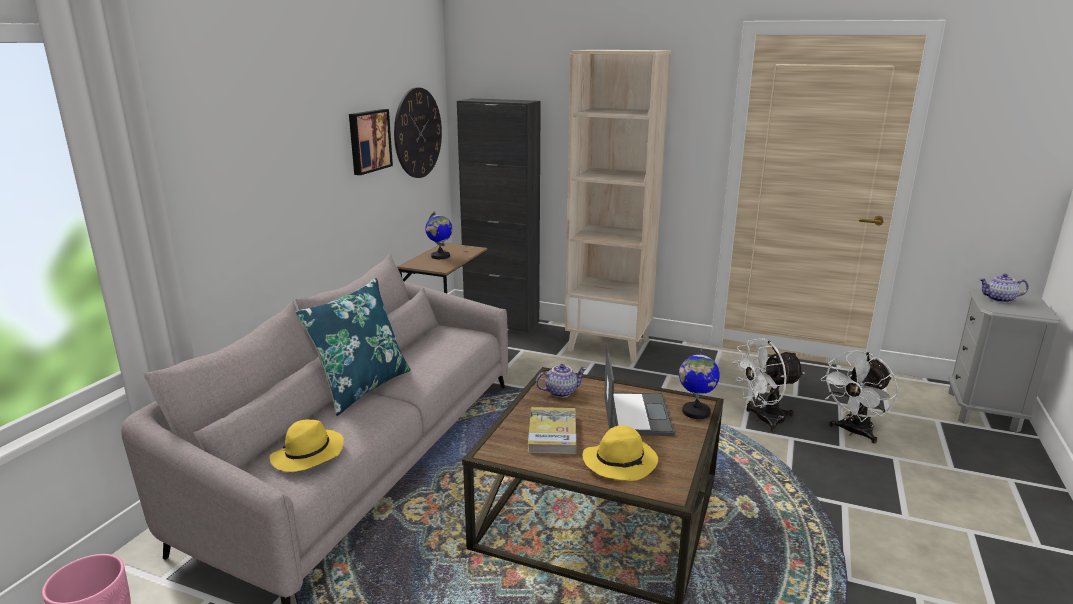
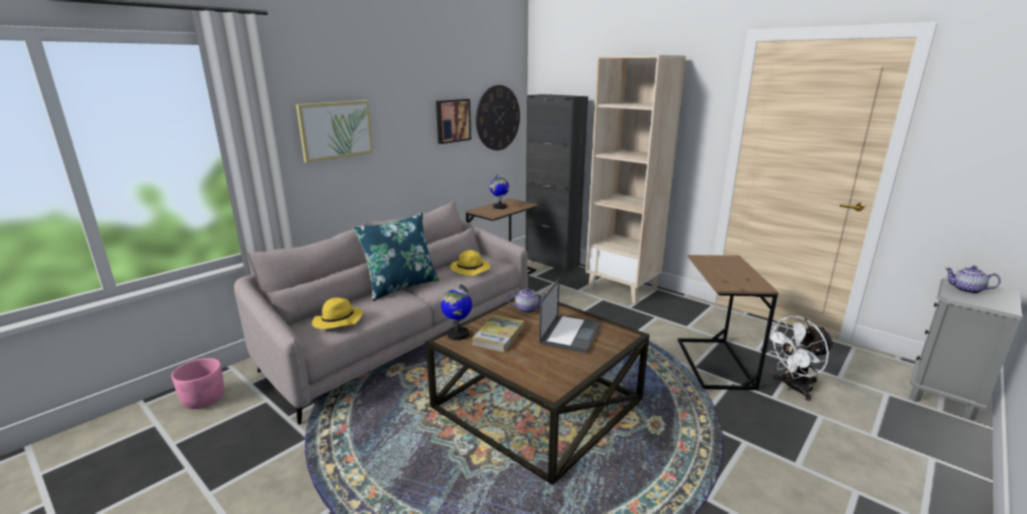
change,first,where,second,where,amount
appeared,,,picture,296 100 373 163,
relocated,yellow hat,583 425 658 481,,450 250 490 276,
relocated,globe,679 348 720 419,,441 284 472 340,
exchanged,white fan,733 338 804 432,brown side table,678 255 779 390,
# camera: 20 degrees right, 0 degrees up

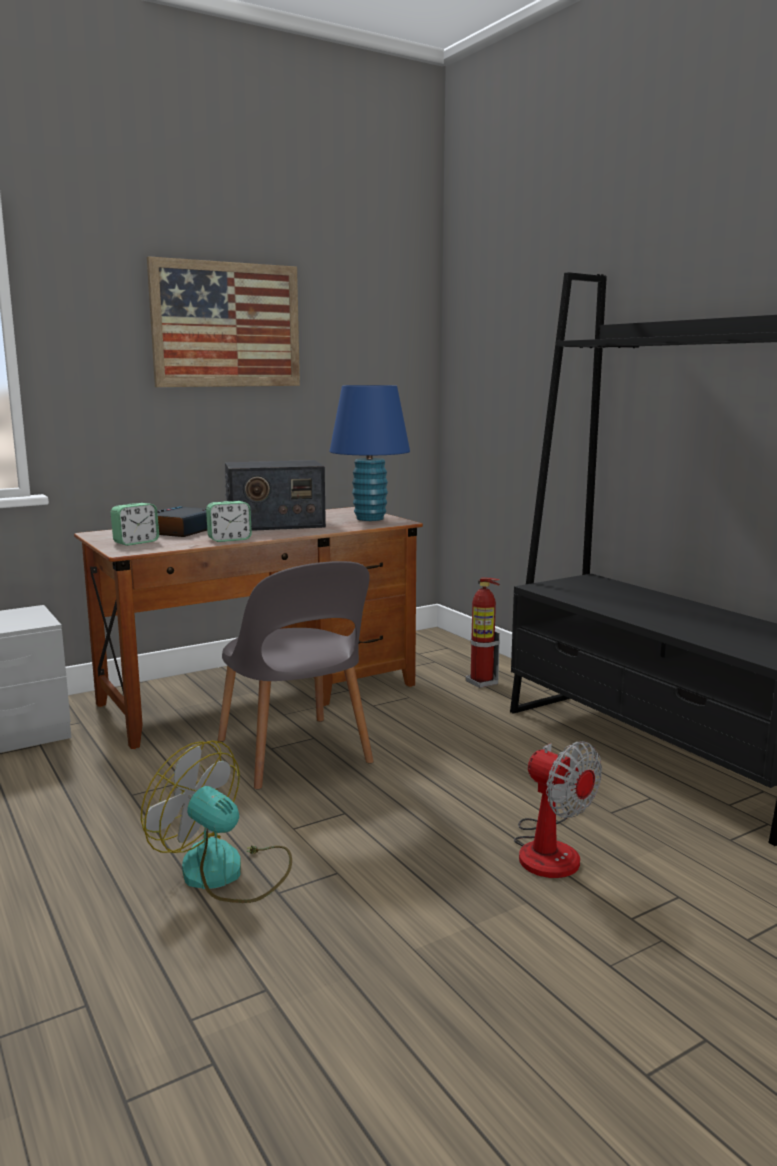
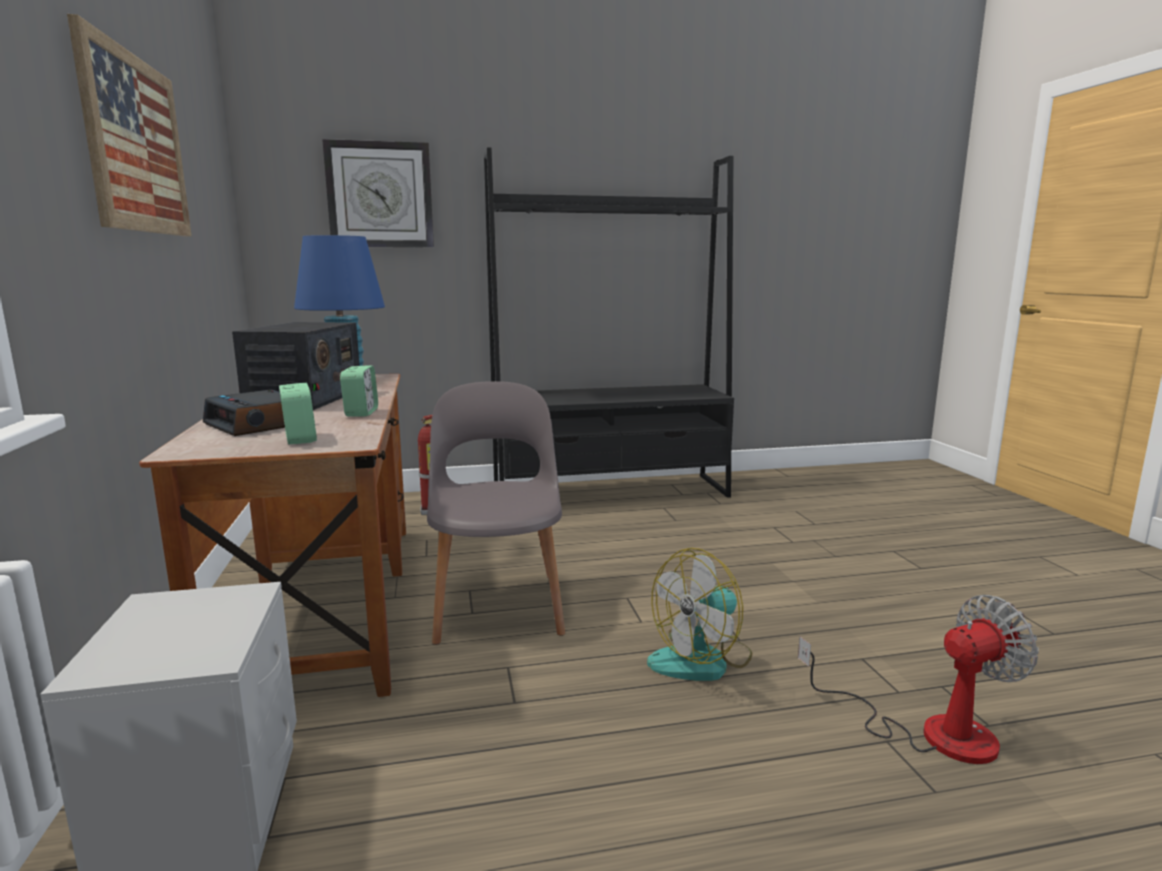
change,first,where,second,where,amount
appeared,,,wall clock,322 139 434 247,
relocated,fan,514 741 602 878,,798 595 1039 764,
spun,grey chair,218 561 374 789,,427 381 565 645,90 degrees counterclockwise
# camera: 70 degrees left, 0 degrees up

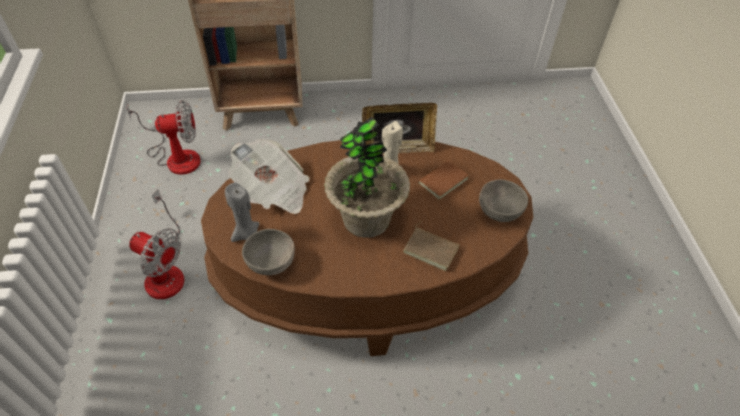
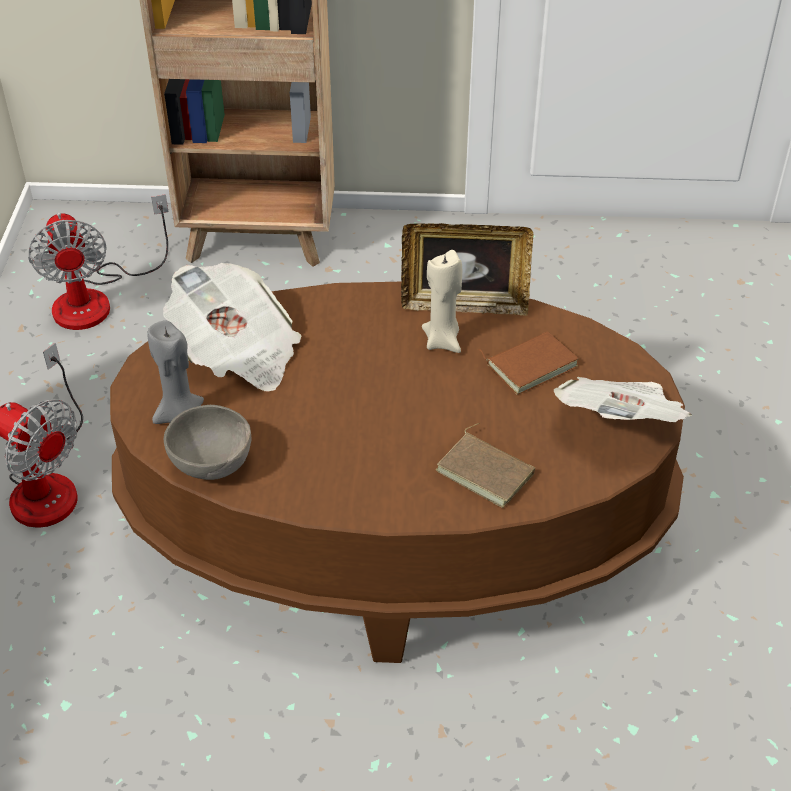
change,first,where,second,where,amount
missing,potted plant,324 117 410 238,,,
exchanged,grey bowl,479 179 528 222,newspaper,554 377 692 422,
spun,fan,127 100 201 175,,28 194 169 330,75 degrees clockwise
# camera: 10 degrees right, 5 degrees down

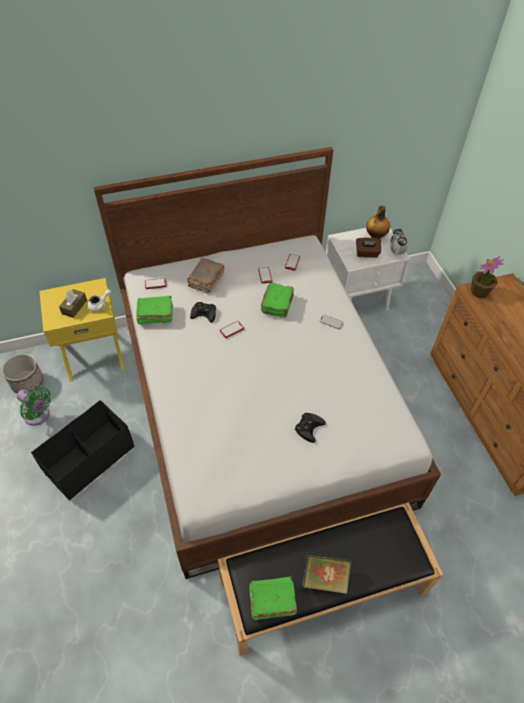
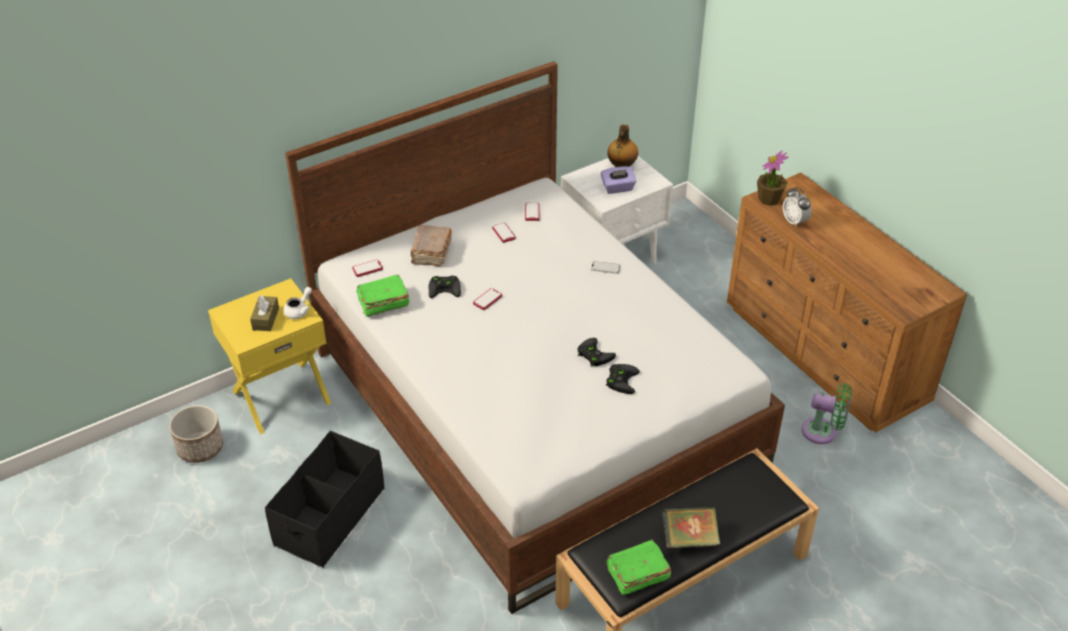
change,first,where,second,where,amount
missing,green book,261 283 294 317,,,
appeared,,,black game controller,577 338 616 367,
relocated,green fan,17 387 51 426,,802 383 852 444,
relocated,alarm clock,390 228 408 257,,783 187 812 228,
colour,brown tissue box,356 238 381 258,purple tissue box,601 166 636 194,
# camera: 15 degrees left, 10 degrees down

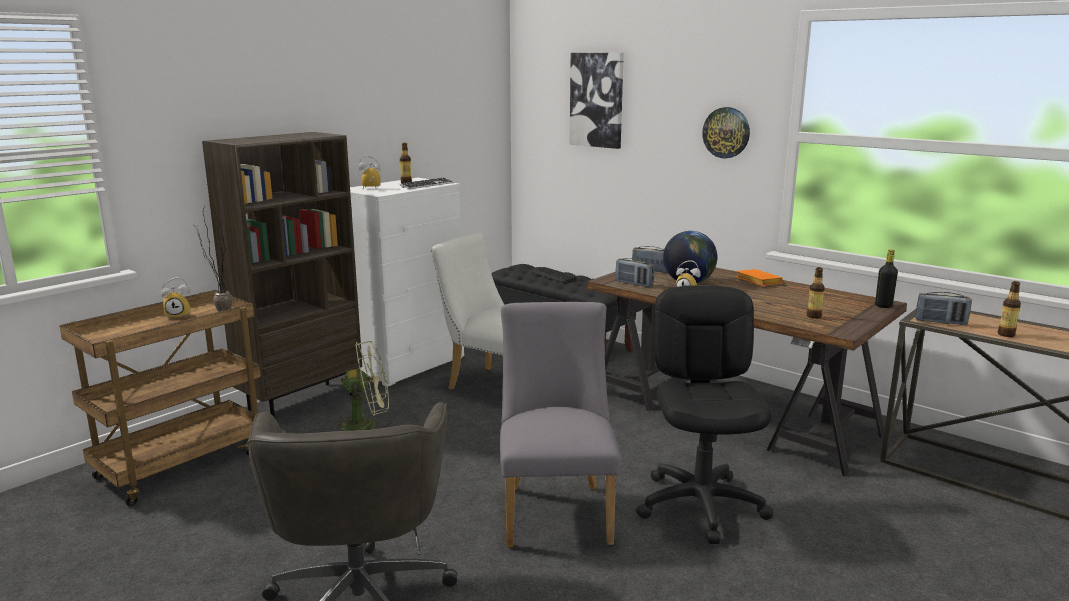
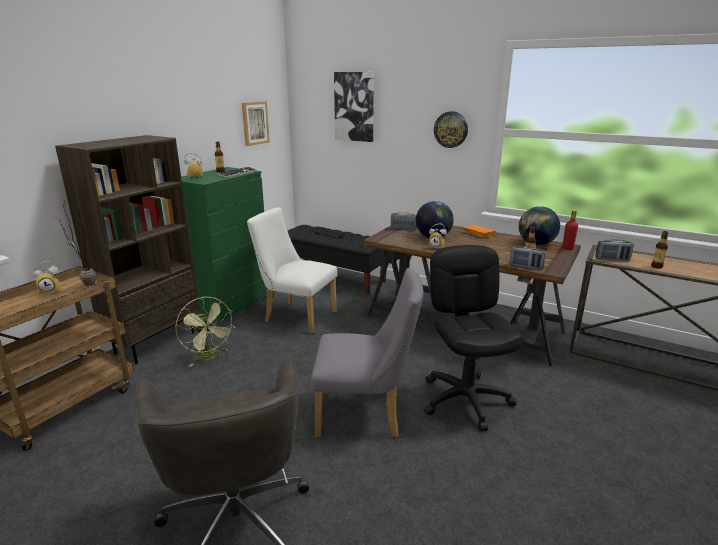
change,first,where,second,where,amount
appeared,,,picture,242 101 270 146,
appeared,,,globe,519 206 560 245,
relocated,radio,615 258 654 287,,509 246 546 270,
colour,white dresser,350 178 464 386,green dresser,181 167 267 323,
colour,black bottle,875 249 898 308,red bottle,562 210 578 250,
spun,green fan,331 341 389 431,,175 297 235 367,75 degrees clockwise
spun,grey chair,500 302 621 548,,311 268 424 437,105 degrees clockwise
# camera: 10 degrees left, 5 degrees up

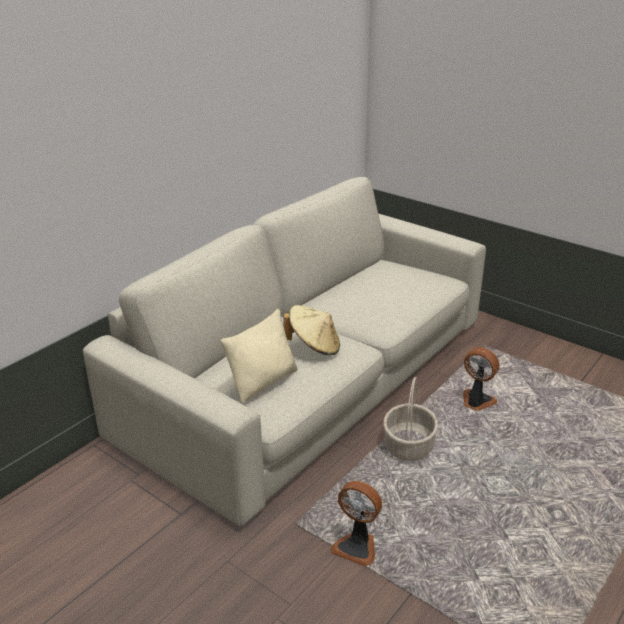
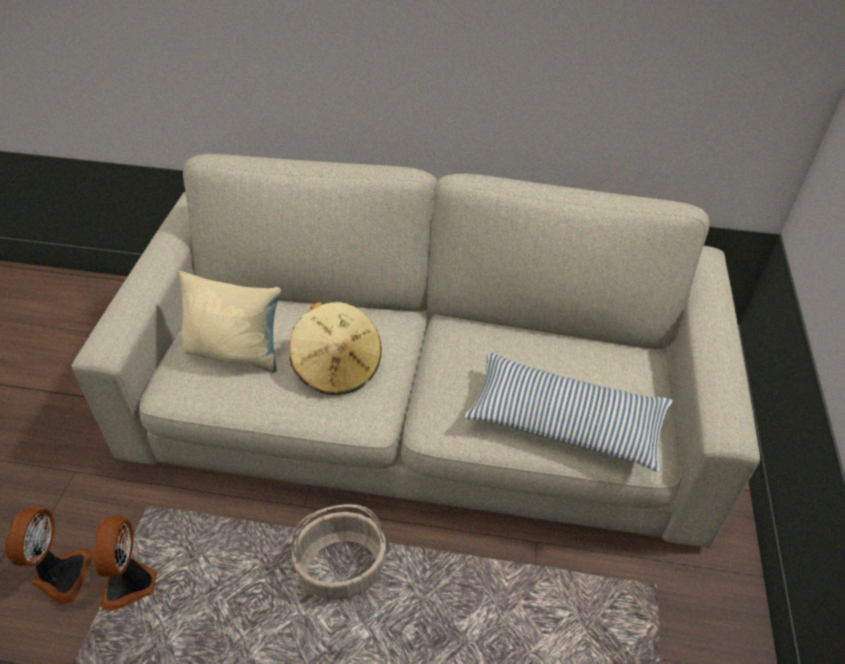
change,first,where,second,where,amount
appeared,,,pillow,464 352 673 472,
relocated,fan,463 347 499 411,,5 507 93 604,
# camera: 60 degrees right, 15 degrees up

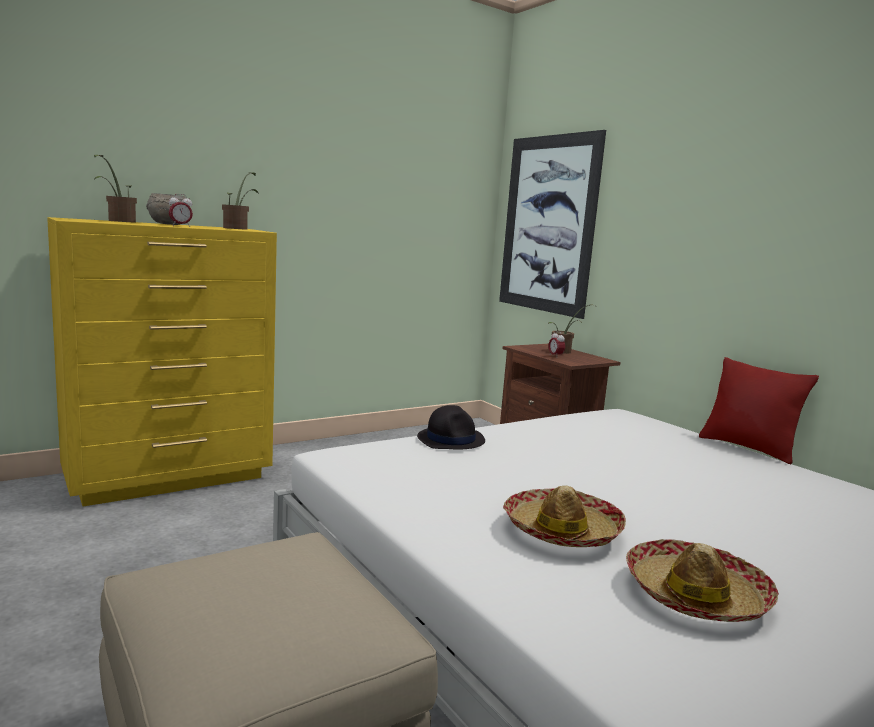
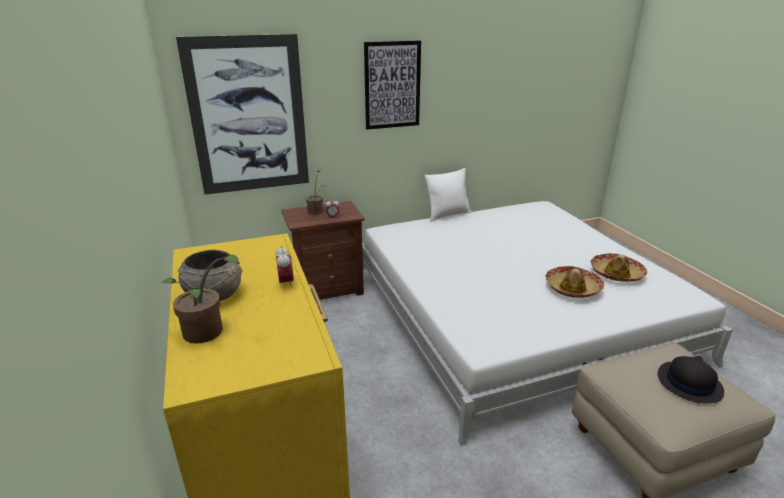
change,first,where,second,where,amount
missing,potted plant,222 172 259 230,,,
appeared,,,picture,364 41 421 130,
relocated,black hat,417 405 485 450,,657 356 724 403,
colour,red pillow,699 357 819 464,white pillow,424 168 471 221,
# camera: 75 degrees left, 15 degrees up

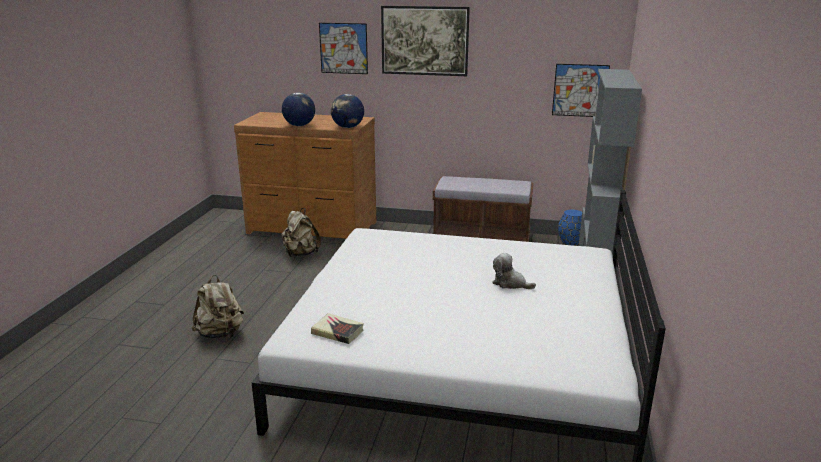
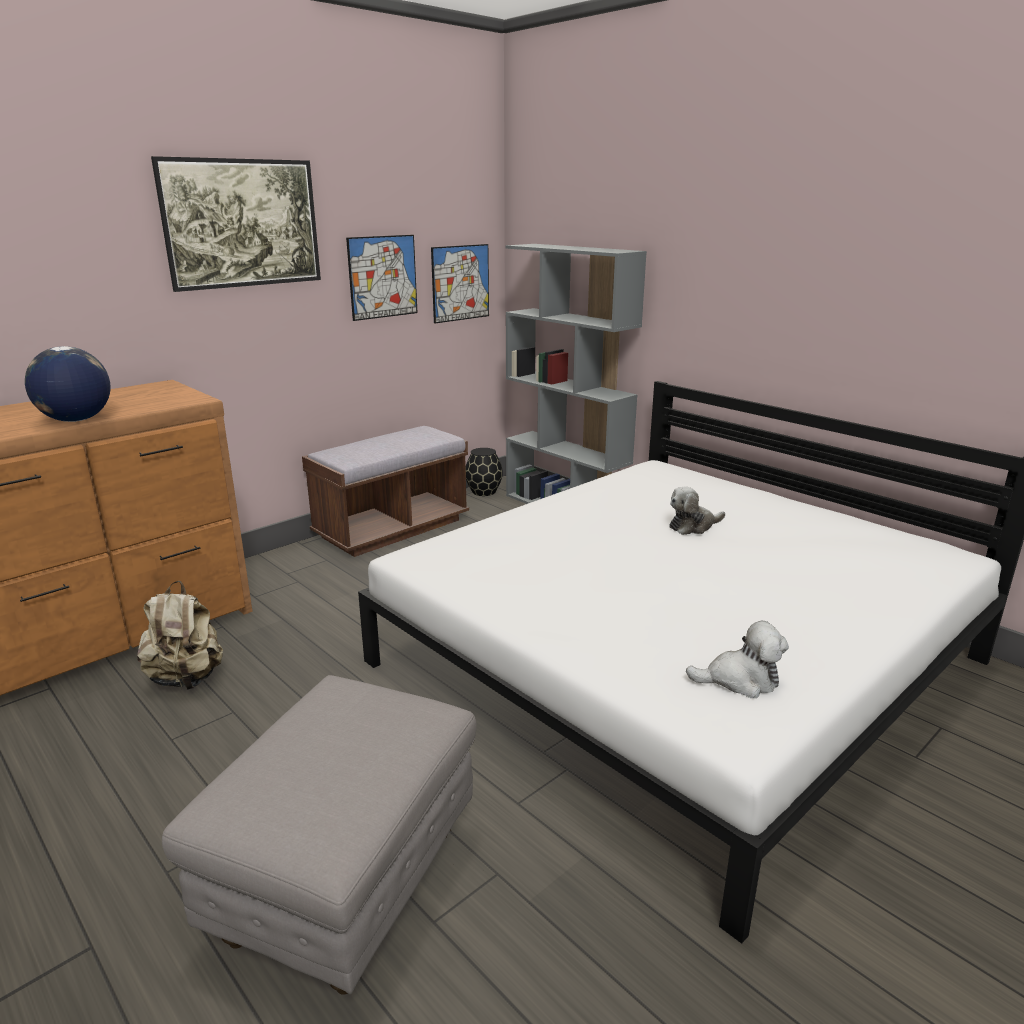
change,first,where,second,where,amount
missing,globe,331 94 364 128,,,
relocated,picture,319 23 368 74,,346 235 418 321,
exchanged,beige backpack,192 275 244 339,grey ottoman,162 675 477 995,
exchanged,book,311 313 364 344,plush toy,686 621 789 698,
colour,blue vase,558 210 582 245,black vase,466 448 503 496,
# camera: 55 degrees left, 0 degrees up

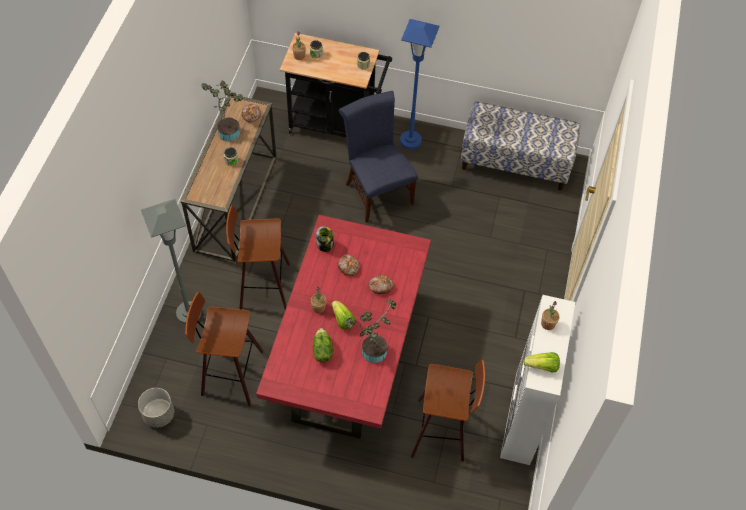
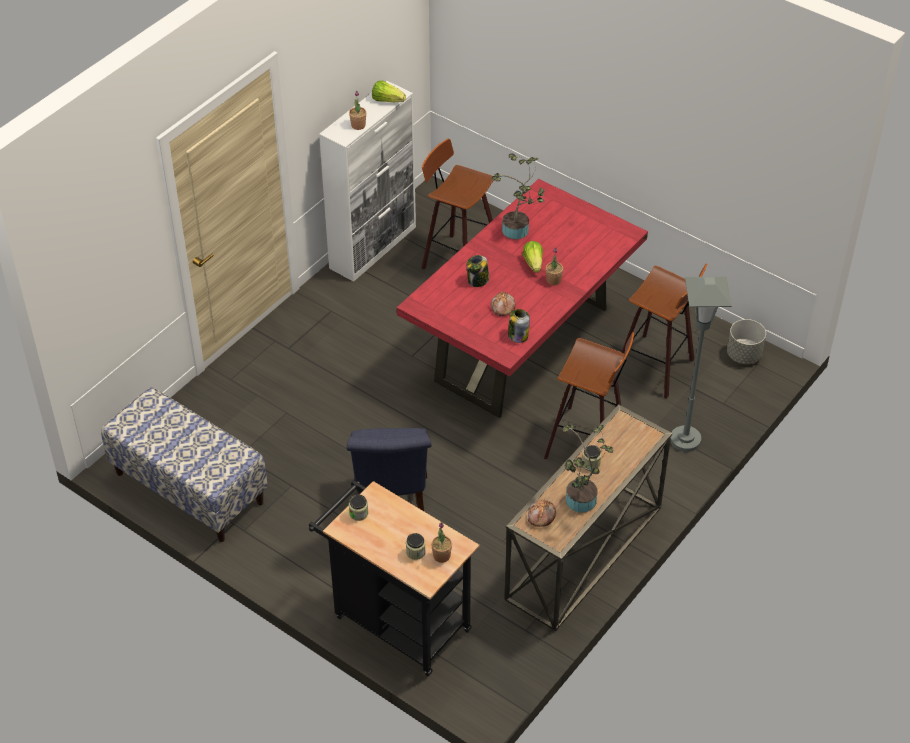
change,first,where,second,where,amount
missing,lettuce,313 328 333 362,,,
missing,blue floor lamp,400 19 440 150,,,
exchanged,bread,368 275 394 294,jar,467 255 489 287,
# camera: 155 degrees left, 10 degrees down

